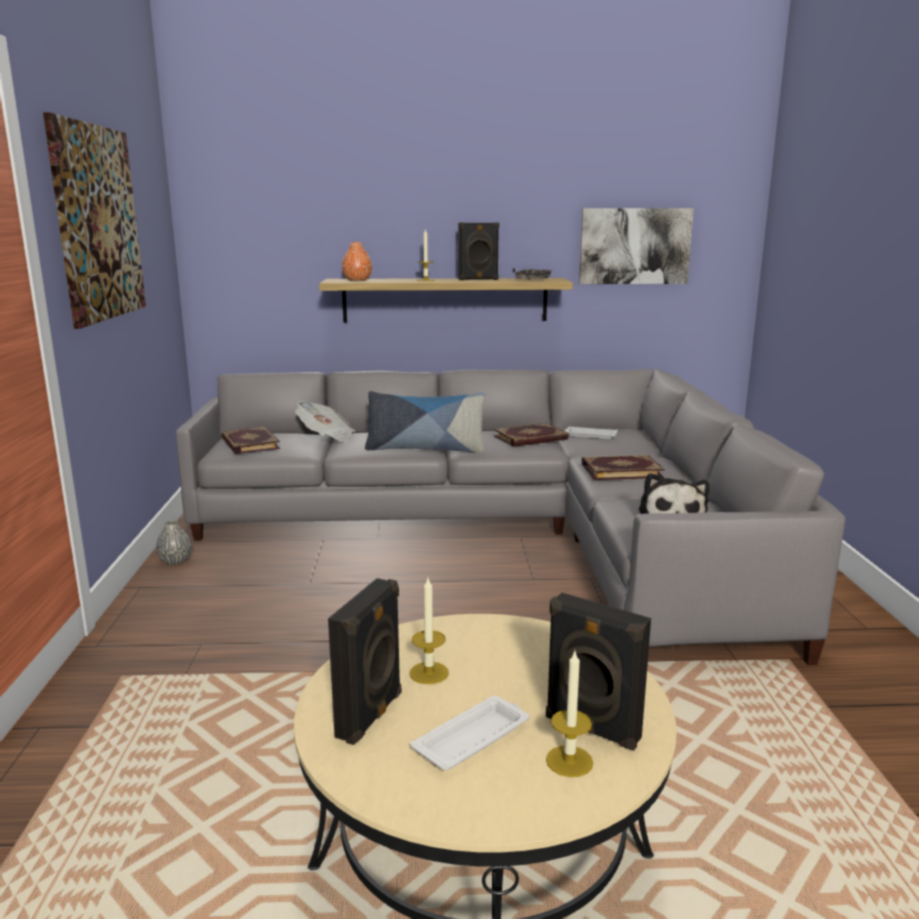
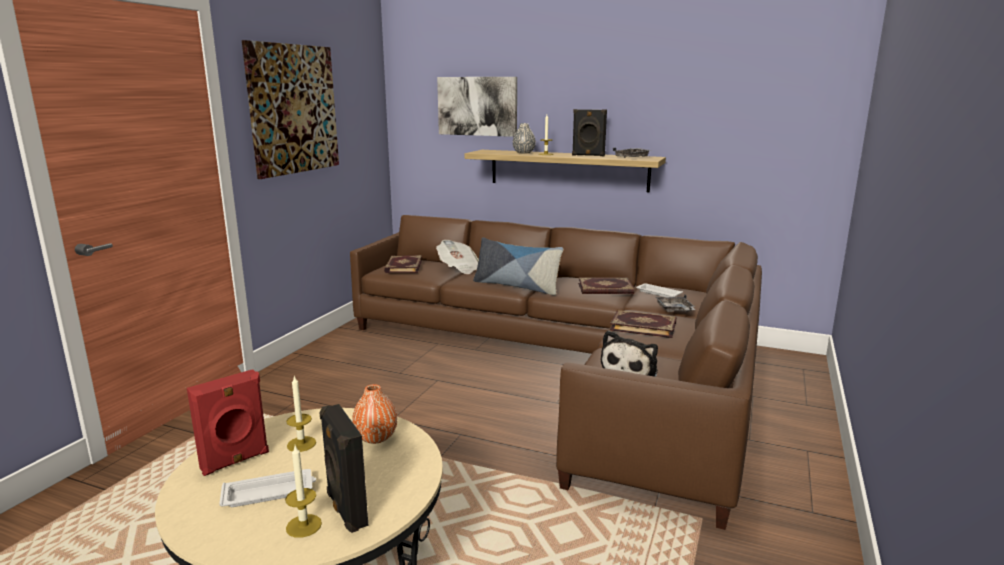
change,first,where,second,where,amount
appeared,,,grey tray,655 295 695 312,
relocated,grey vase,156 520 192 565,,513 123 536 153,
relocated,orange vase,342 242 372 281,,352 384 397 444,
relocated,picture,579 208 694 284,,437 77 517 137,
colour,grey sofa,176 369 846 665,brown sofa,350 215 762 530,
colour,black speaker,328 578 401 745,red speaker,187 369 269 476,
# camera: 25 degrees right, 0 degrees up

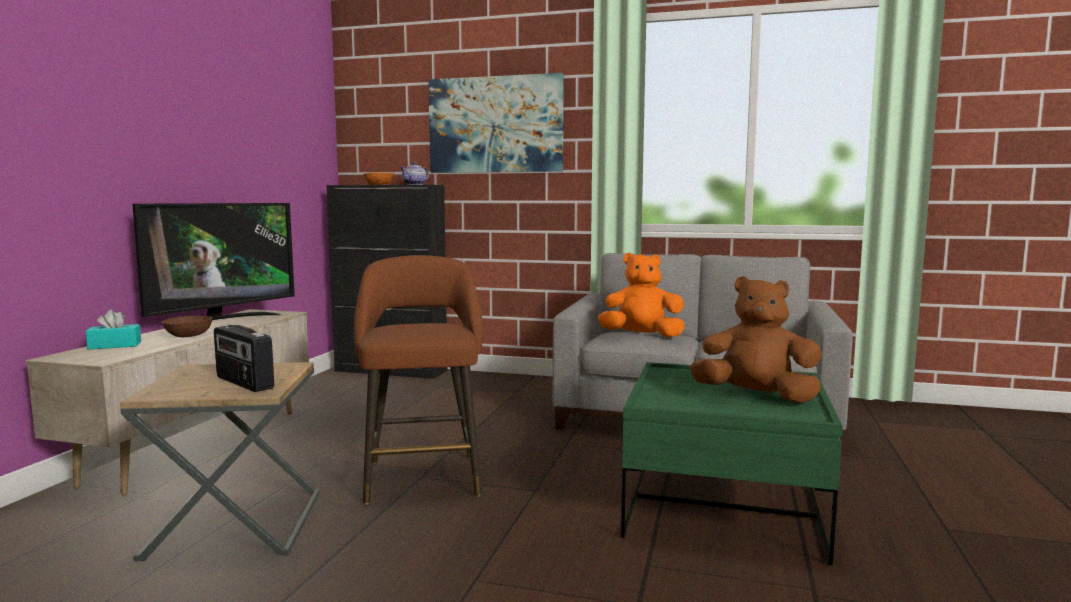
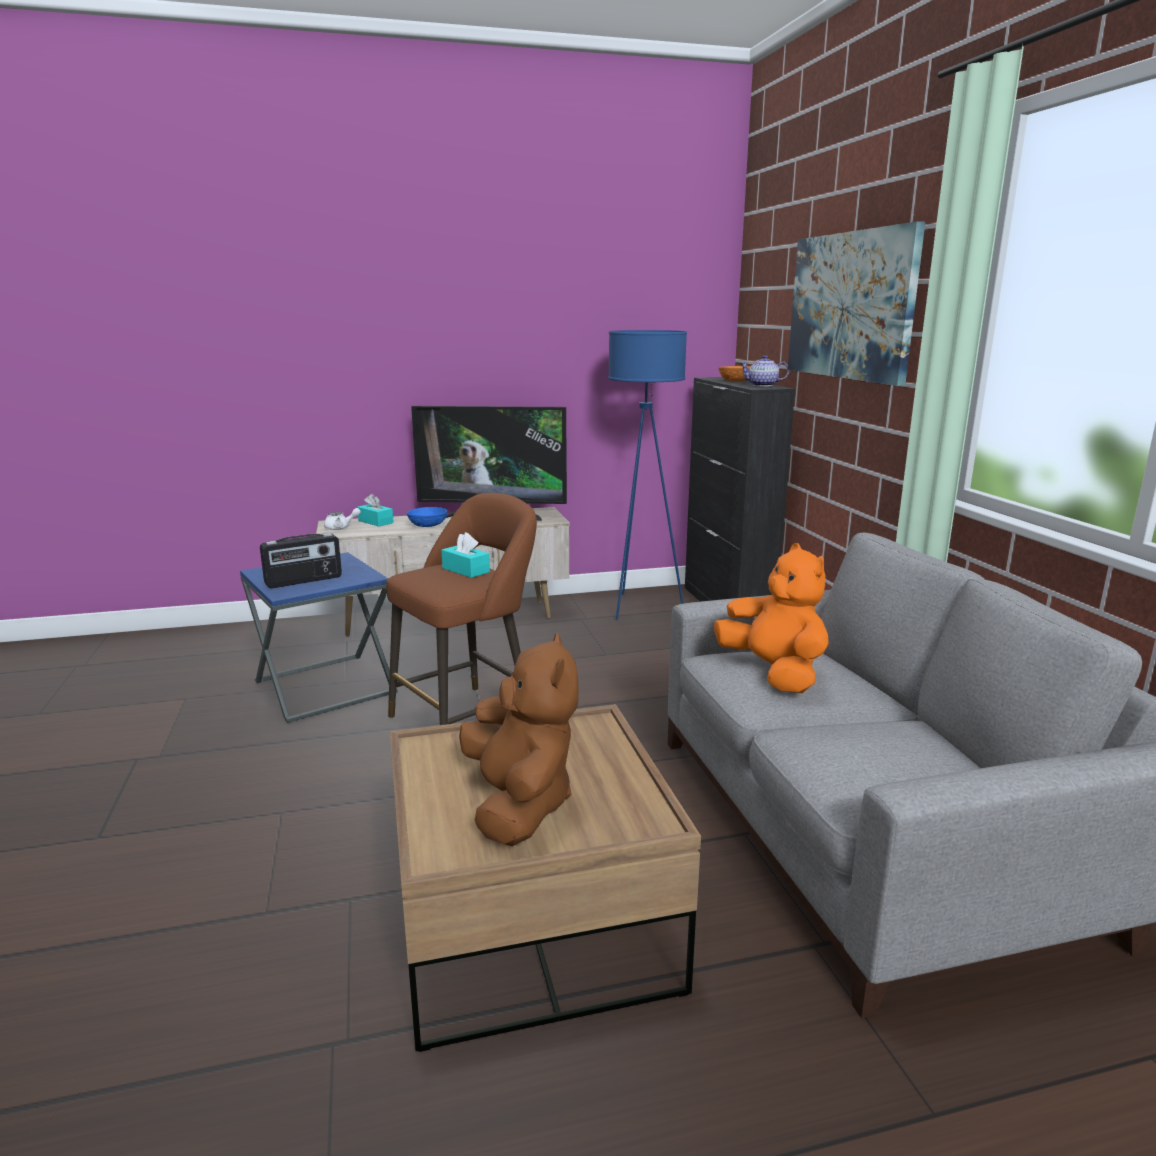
change,first,where,second,where,amount
appeared,,,white teapot,324 508 361 530,
appeared,,,turquoise tissue box,441 532 490 578,
appeared,,,blue floor lamp,608 330 687 620,
colour,brown side table,120 362 320 562,blue side table,240 552 398 723,
colour,brown bowl,162 316 212 337,blue bowl,407 507 447 527,
colour,green coffee table,621 362 843 565,brown coffee table,390 704 701 1052,
spun,radio,214 325 274 392,,260 533 342 588,135 degrees counterclockwise
# camera: 60 degrees right, 10 degrees up

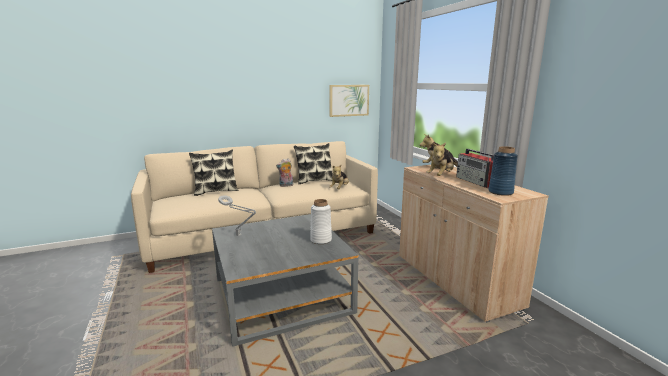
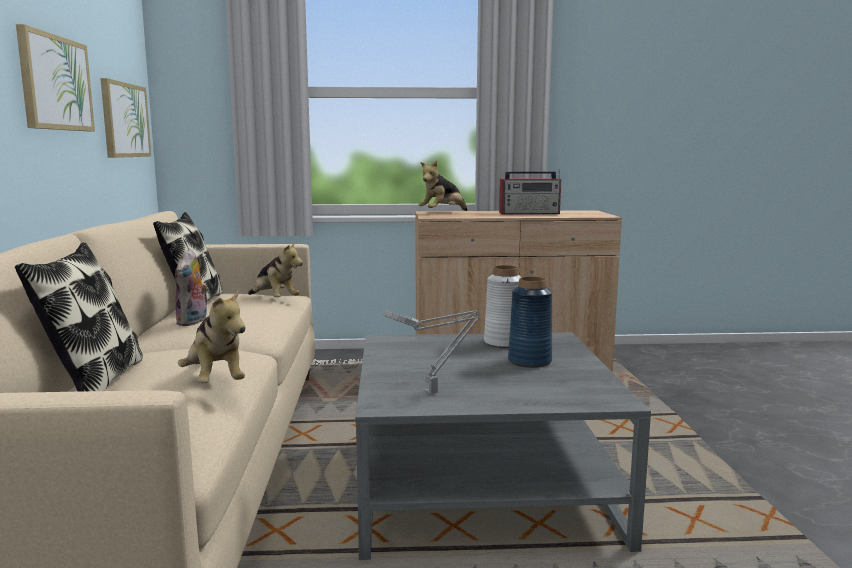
change,first,where,second,where,amount
appeared,,,picture,16 24 95 131,
relocated,plush toy,426 142 454 176,,178 289 246 383,
relocated,blue vase,488 146 518 196,,508 277 552 368,
# camera: 70 degrees left, 5 degrees down

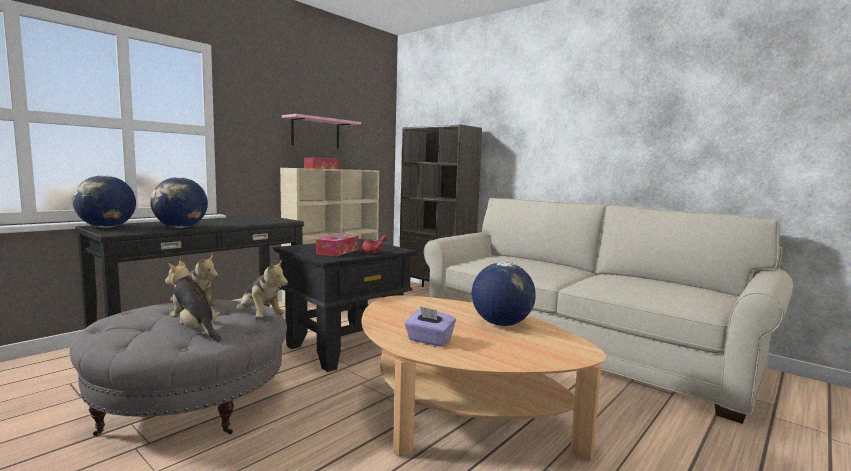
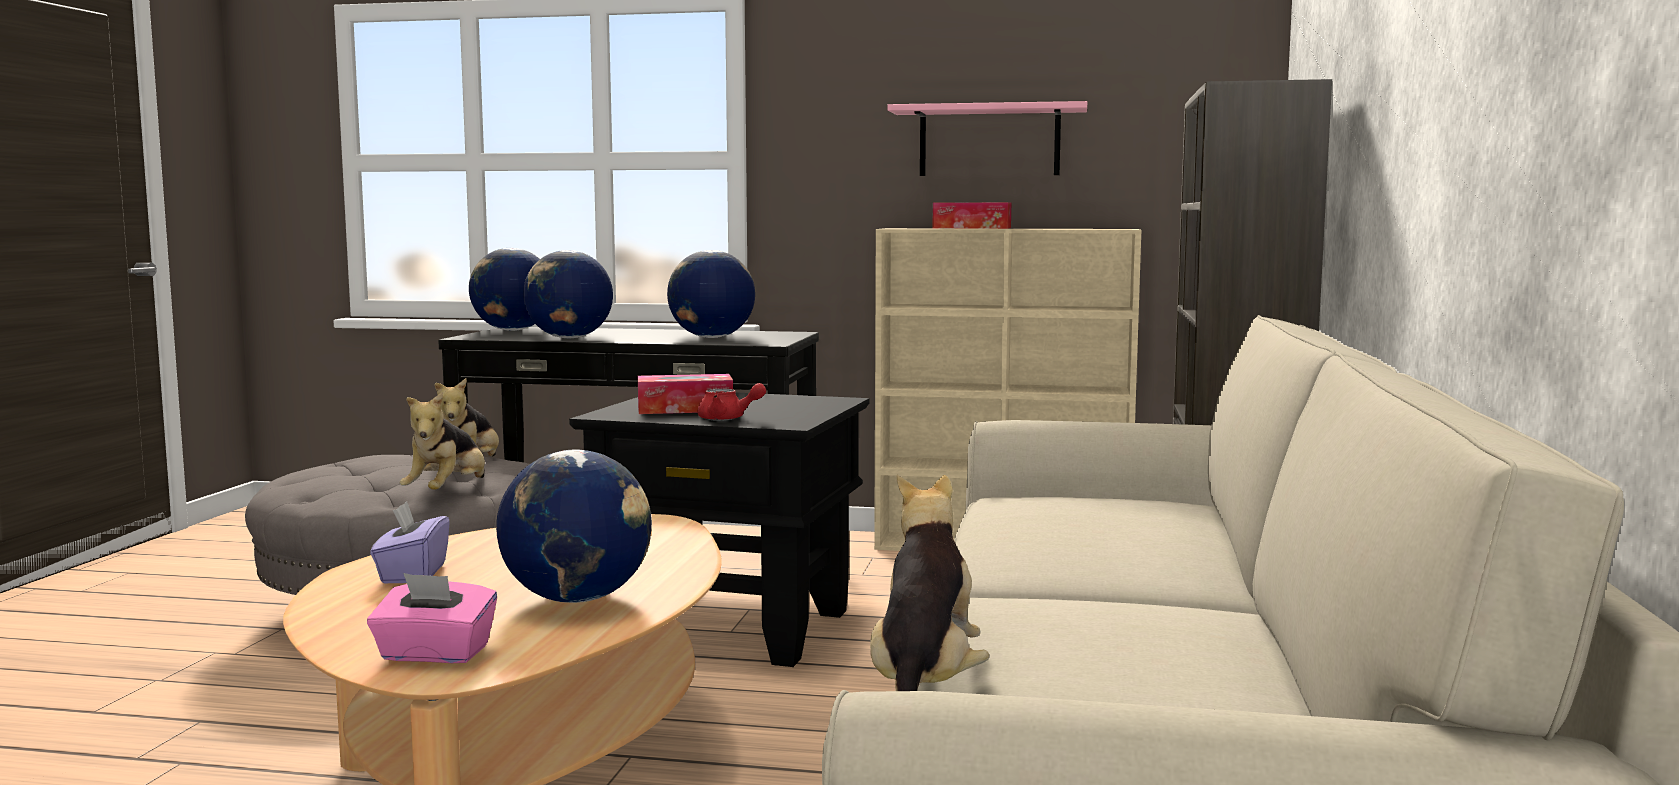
change,first,where,second,where,amount
appeared,,,pink tissue box,367 573 497 663,
appeared,,,globe,667 250 755 338,
relocated,plush toy,165 261 222 342,,870 475 990 691,
# camera: 60 degrees right, 0 degrees up

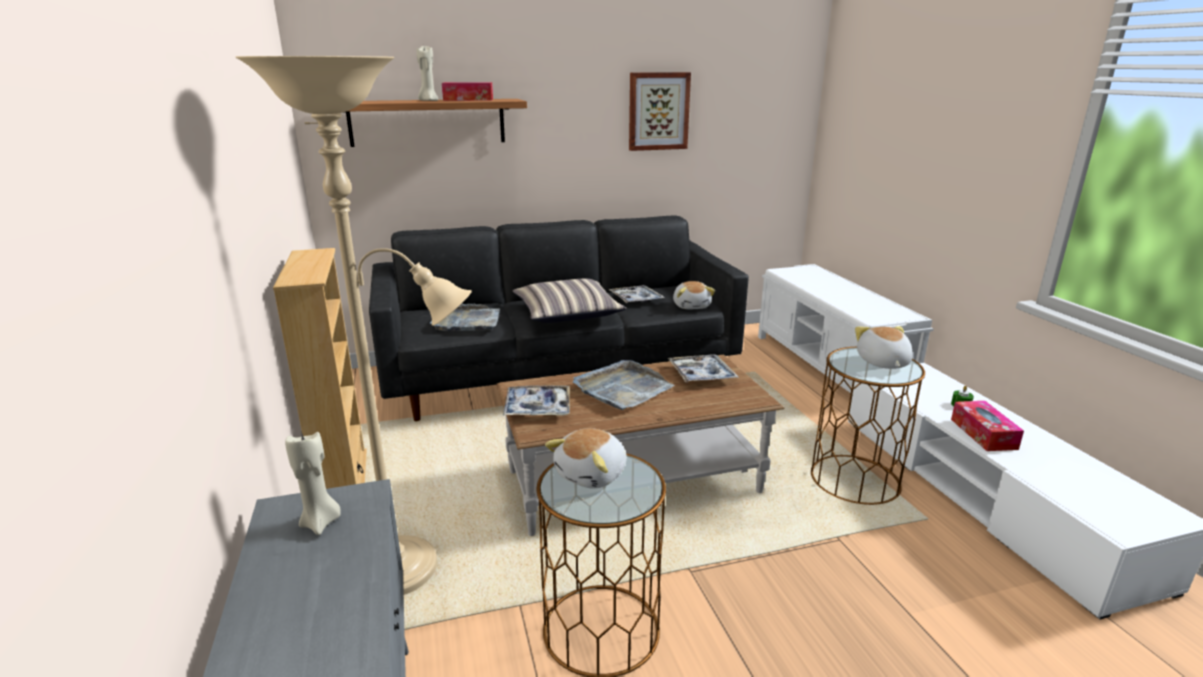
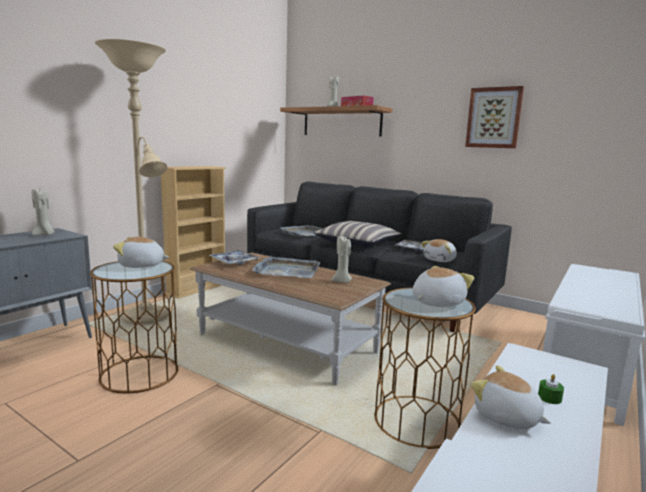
change,first,where,second,where,amount
exchanged,tray,668 354 738 382,beige candle,331 235 352 283,
exchanged,tissue box,951 401 1024 451,plush toy,471 365 551 429,
# camera: 50 degrees right, 10 degrees down

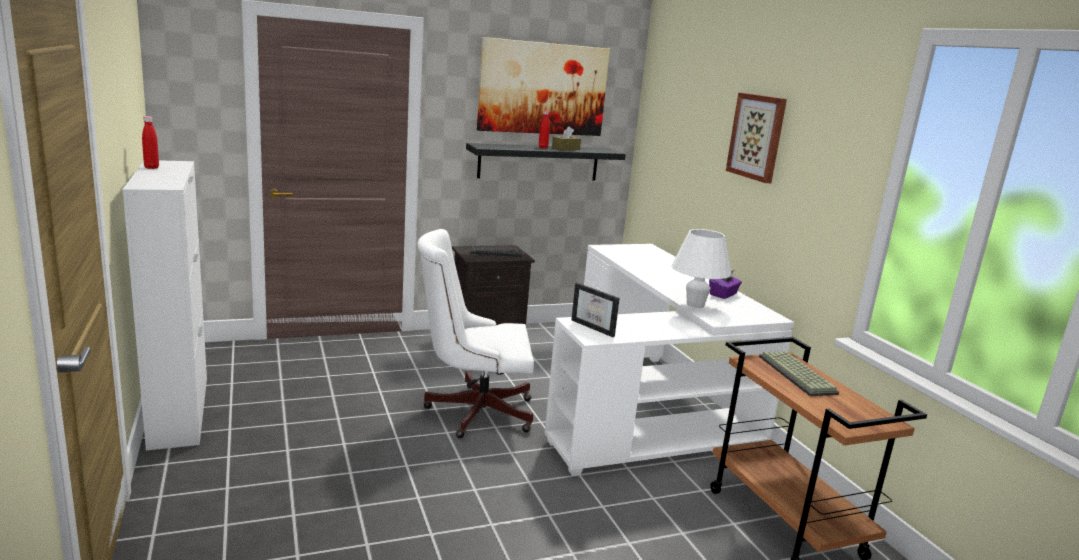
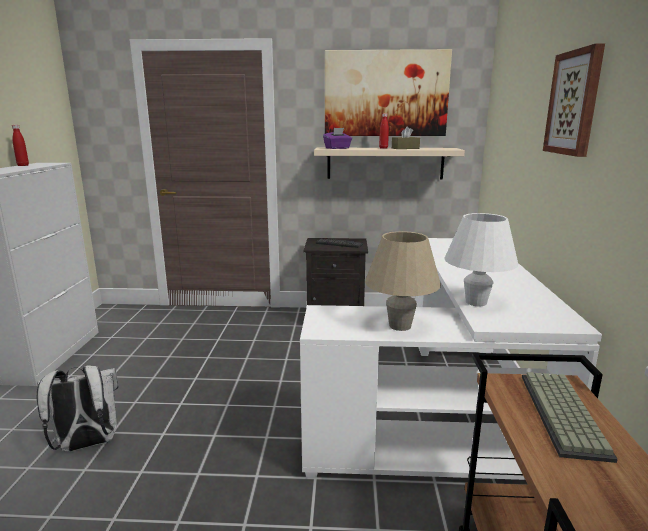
change,first,where,second,where,amount
missing,white office chair,417 229 534 438,,,
missing,picture frame,571 283 620 337,,,
appeared,,,white backpack,37 365 118 452,
appeared,,,beige table lamp,365 231 441 331,
relocated,purple tissue box,709 270 742 299,,323 128 352 149,
colour,black shelf,466 143 626 181,beige shelf,314 148 465 179,
# camera: 25 degrees right, 0 degrees up

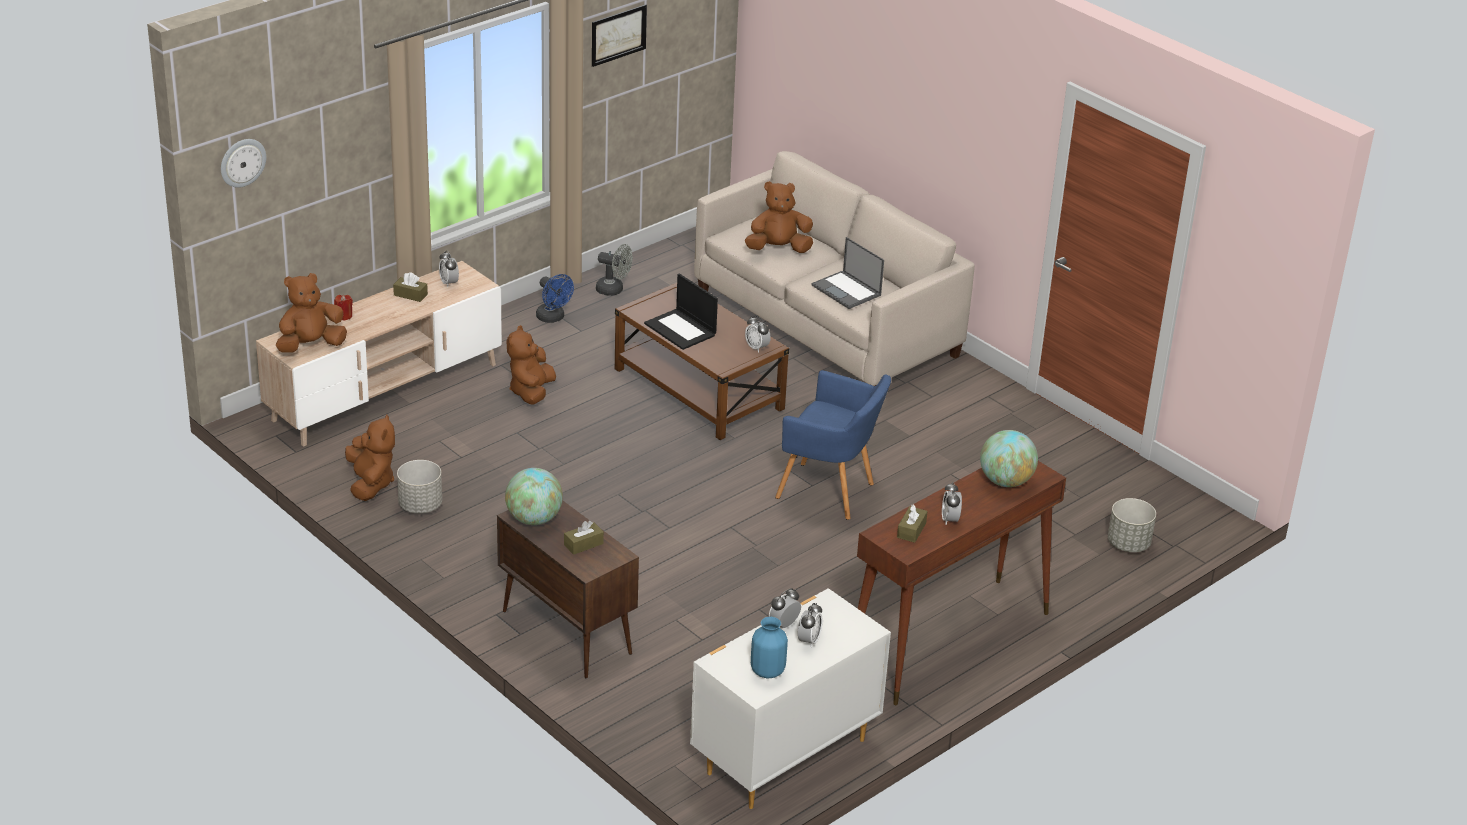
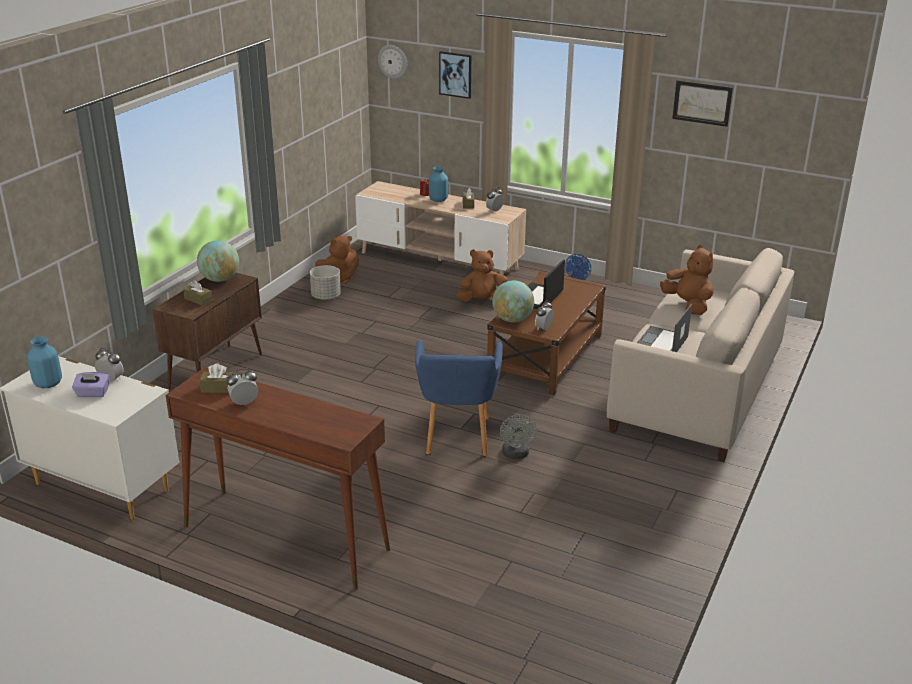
change,first,where,second,where,amount
missing,brown plush toy,276 273 347 353,,,
missing,grey planter,1108 498 1156 552,,,
appeared,,,blue vase,429 166 448 202,
appeared,,,picture,439 51 471 99,
relocated,grey fan,596 244 633 296,,500 413 536 459,
relocated,globe,980 430 1038 487,,492 281 534 322,
exchanged,alarm clock,798 603 823 648,purple tissue box,72 372 109 397,
# camera: 70 degrees right, 5 degrees down

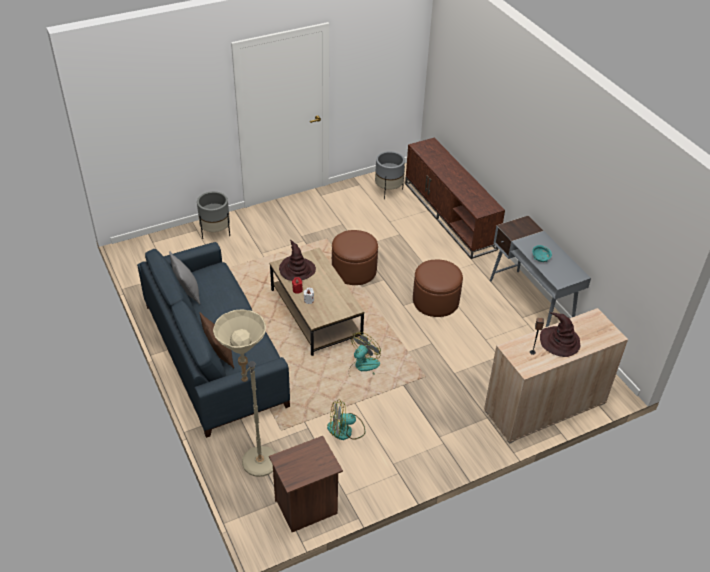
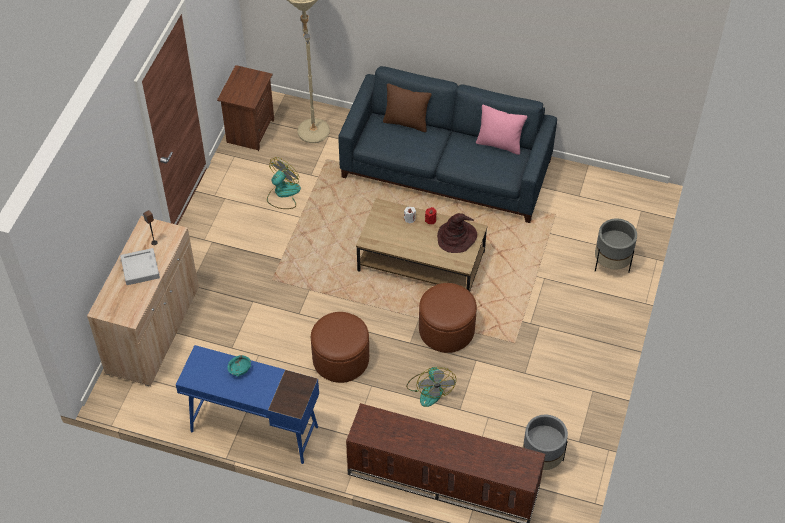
change,first,where,second,where,amount
relocated,fan,348 332 381 375,,406 367 456 407,
exchanged,brown hat,540 312 580 357,grey tray,120 248 160 285,
colour,grey pillow,169 251 200 305,pink pillow,476 105 527 155,
colour,grey desk,490 215 591 327,blue desk,176 345 319 464,
# camera: 135 degrees right, 10 degrees up

